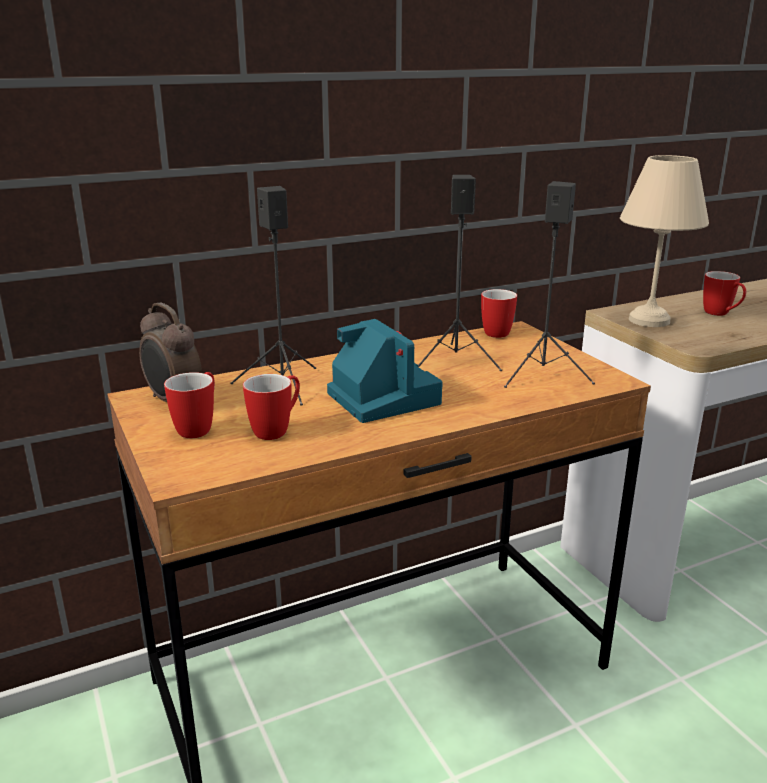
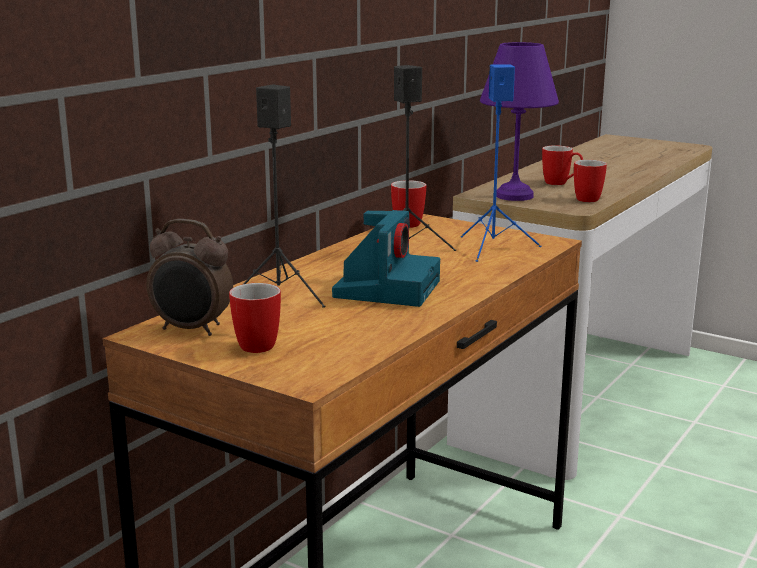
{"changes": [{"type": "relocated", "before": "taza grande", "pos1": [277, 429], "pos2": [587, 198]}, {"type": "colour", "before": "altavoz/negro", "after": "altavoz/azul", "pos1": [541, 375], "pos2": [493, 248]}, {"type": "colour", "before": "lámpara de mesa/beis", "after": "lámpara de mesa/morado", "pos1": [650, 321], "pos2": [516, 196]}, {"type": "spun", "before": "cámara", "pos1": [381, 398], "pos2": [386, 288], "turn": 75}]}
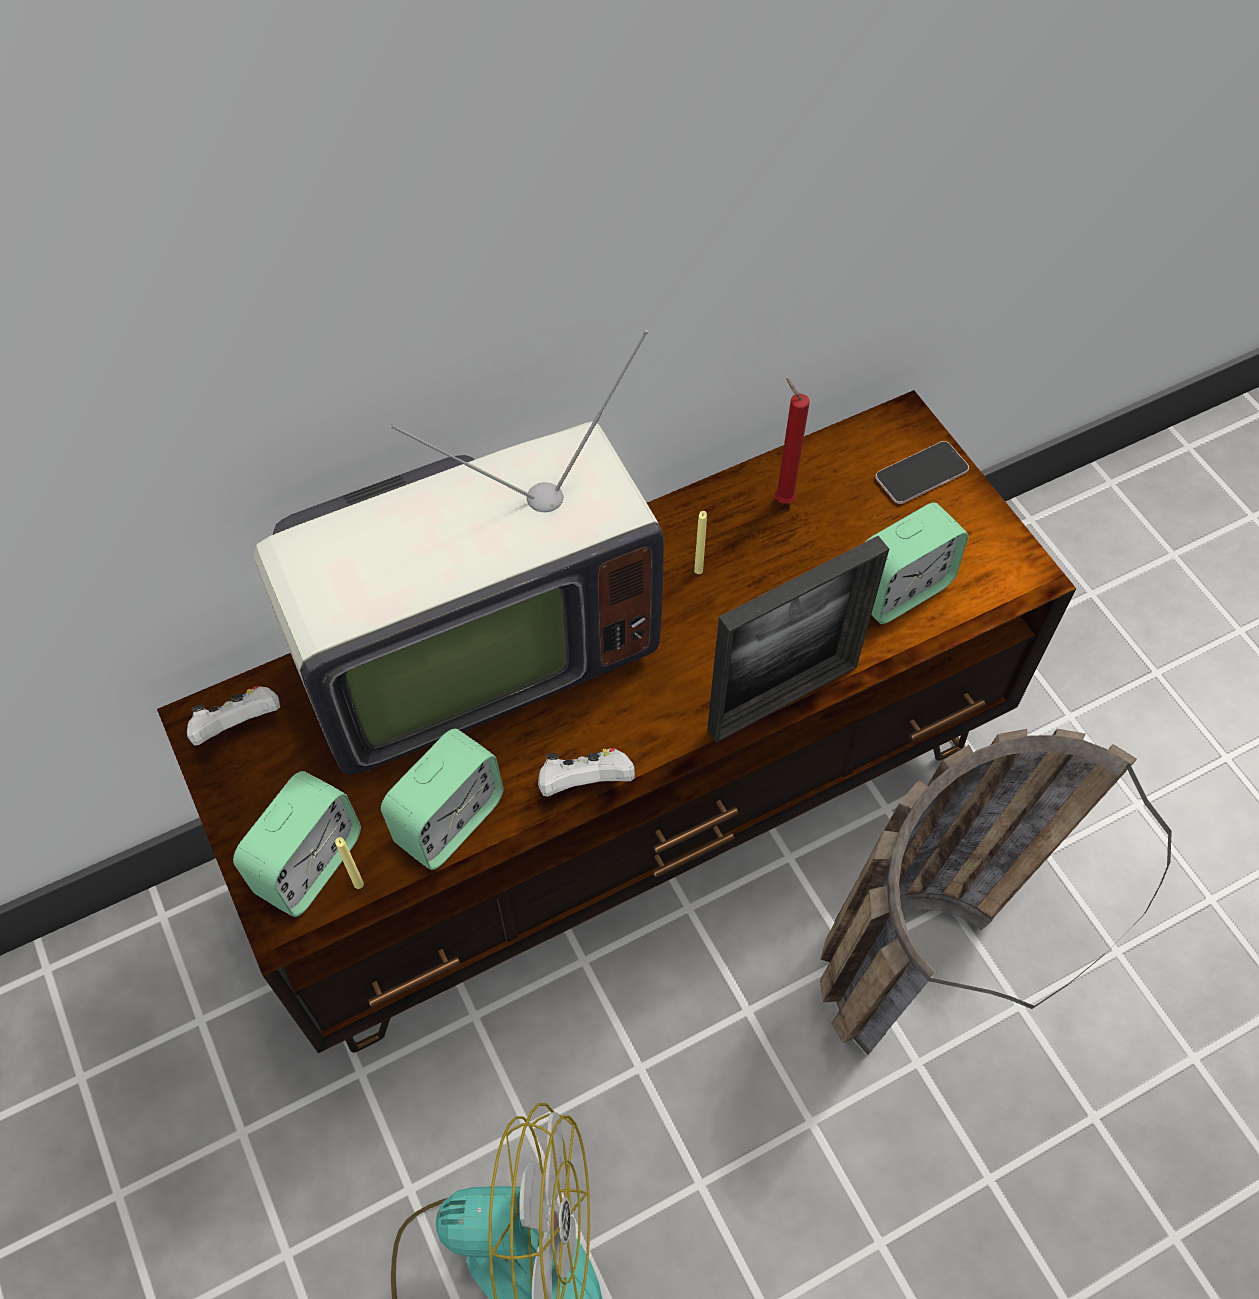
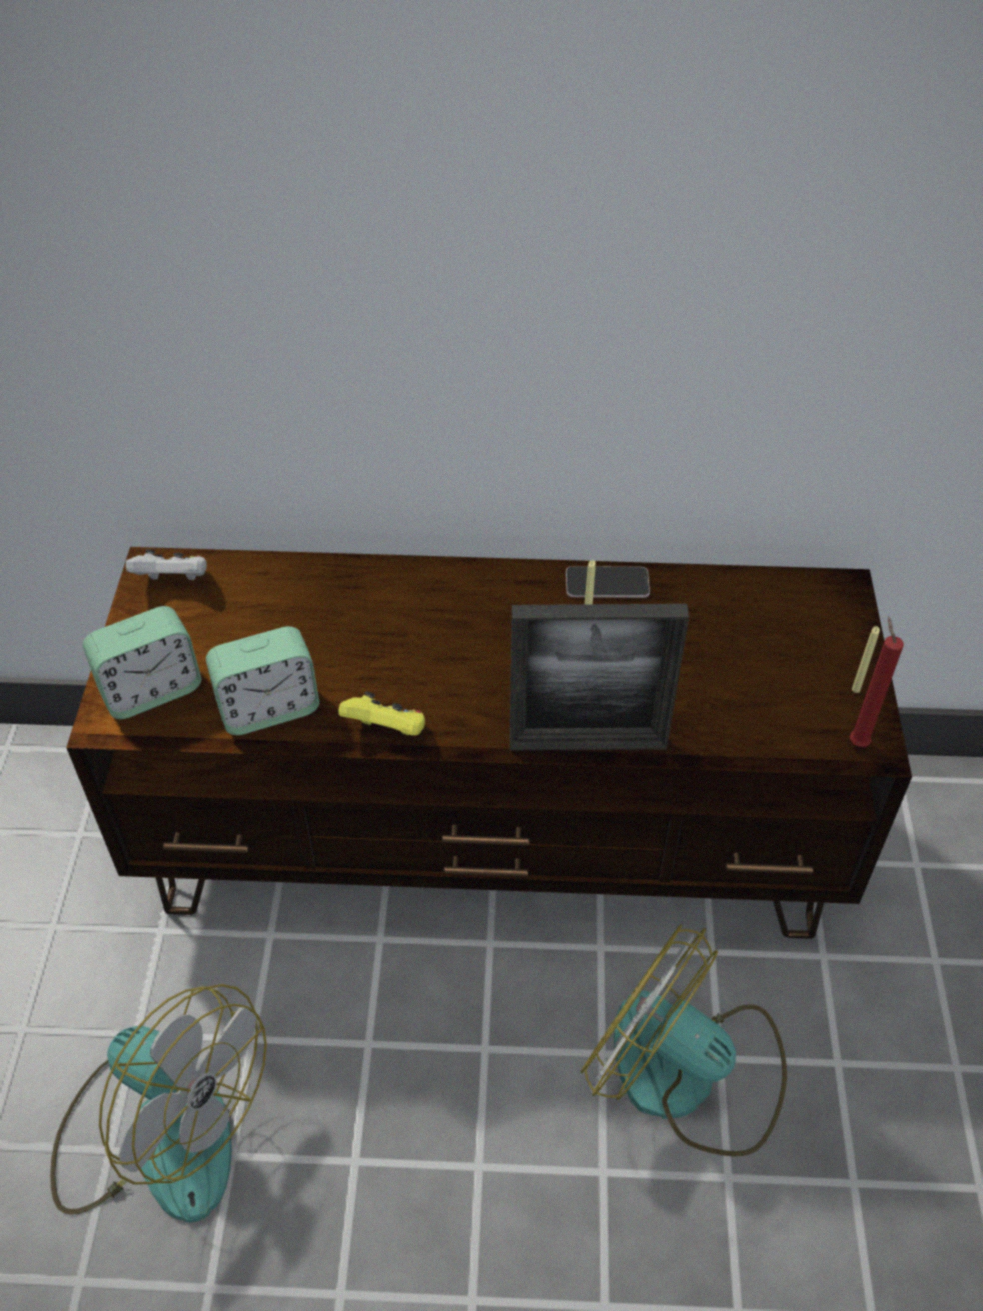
{"changes": [{"type": "missing", "before": "televisor", "pos1": [468, 654]}, {"type": "missing", "before": "despertador", "pos1": [900, 589]}, {"type": "relocated", "before": "vela/amarillo", "pos1": [358, 884], "pos2": [856, 689]}, {"type": "relocated", "before": "vela/rojo", "pos1": [781, 498], "pos2": [856, 741]}, {"type": "relocated", "before": "móvil", "pos1": [921, 473], "pos2": [607, 583]}, {"type": "exchanged", "before": "cesta", "after": "ventilador", "pos1": [933, 935], "pos2": [686, 1075]}, {"type": "colour", "before": "mando de consola/blanco", "after": "mando de consola/amarillo", "pos1": [585, 783], "pos2": [387, 730]}]}
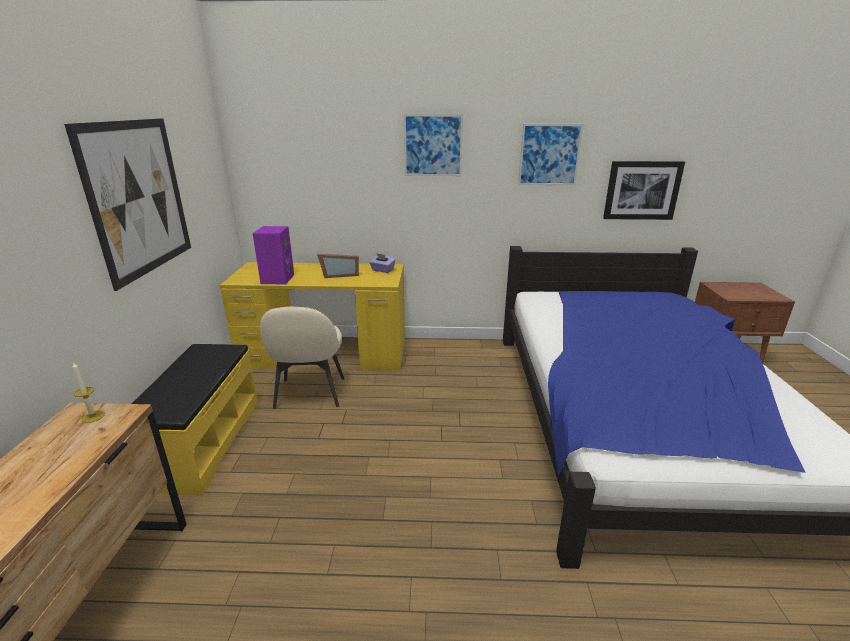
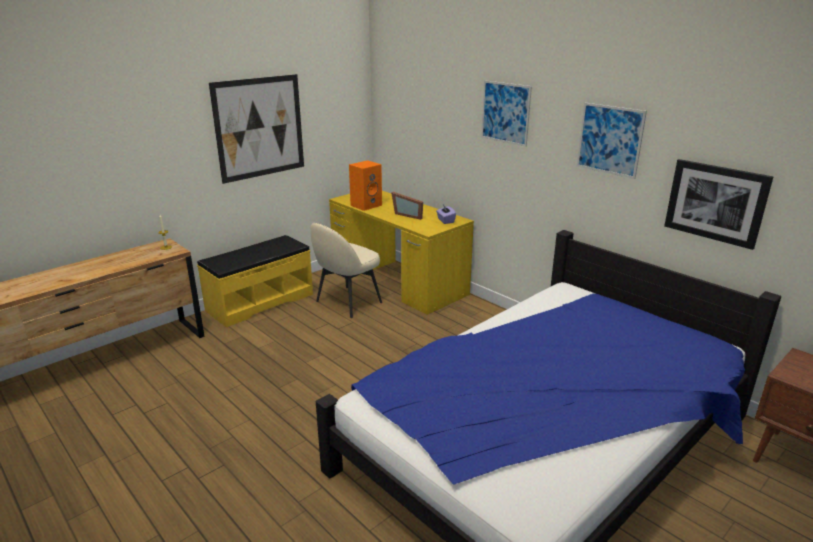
{"changes": [{"type": "colour", "before": "altavoz/morado", "after": "altavoz/naranja", "pos1": [277, 279], "pos2": [366, 205]}]}
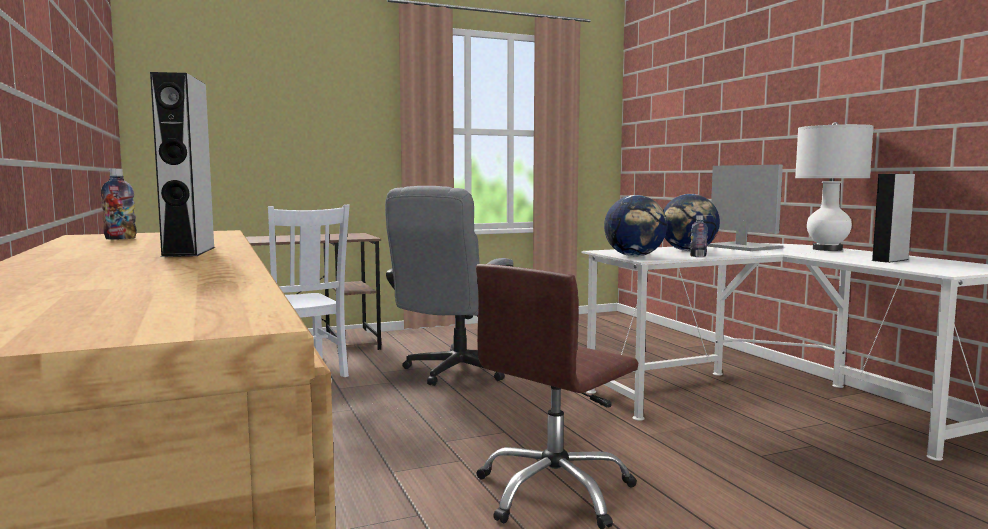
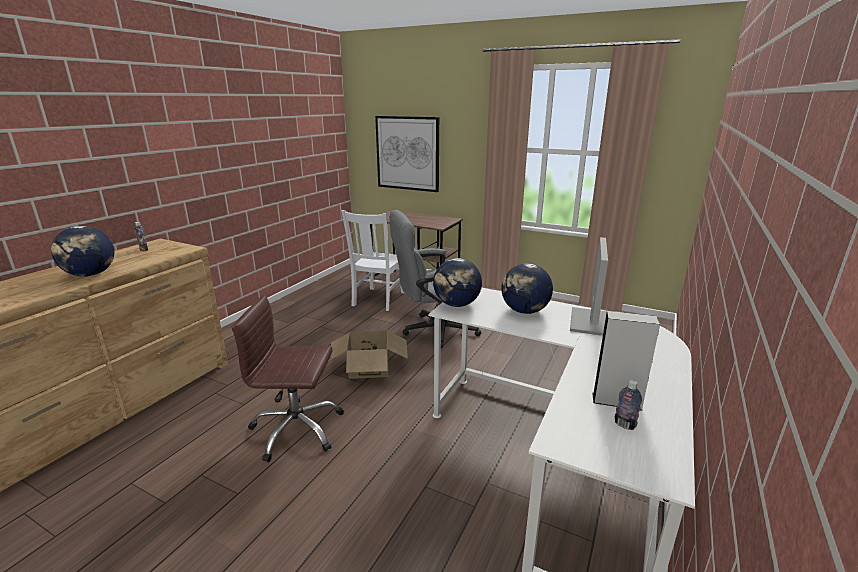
{"changes": [{"type": "missing", "before": "lámpara de mesa/blanco", "pos1": [827, 249]}, {"type": "appeared", "after": "caja de cartón", "pos2": [368, 367]}, {"type": "appeared", "after": "cuadro", "pos2": [407, 153]}, {"type": "relocated", "before": "botella", "pos1": [698, 256], "pos2": [624, 425]}, {"type": "exchanged", "before": "altavoz/gris", "after": "globo terráqueo", "pos1": [189, 252], "pos2": [90, 275]}]}
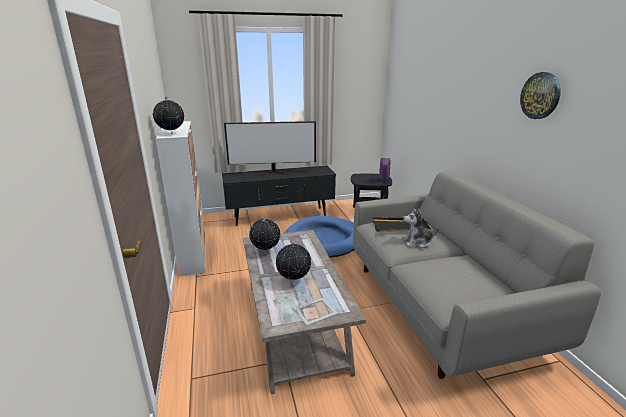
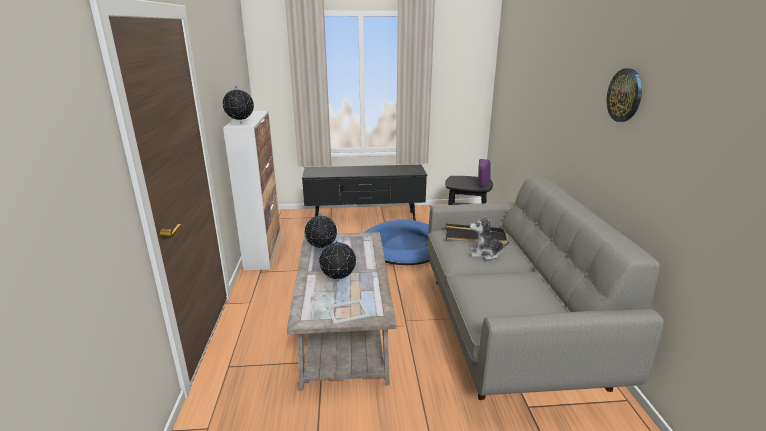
{"changes": [{"type": "missing", "before": "televisor", "pos1": [274, 172]}]}
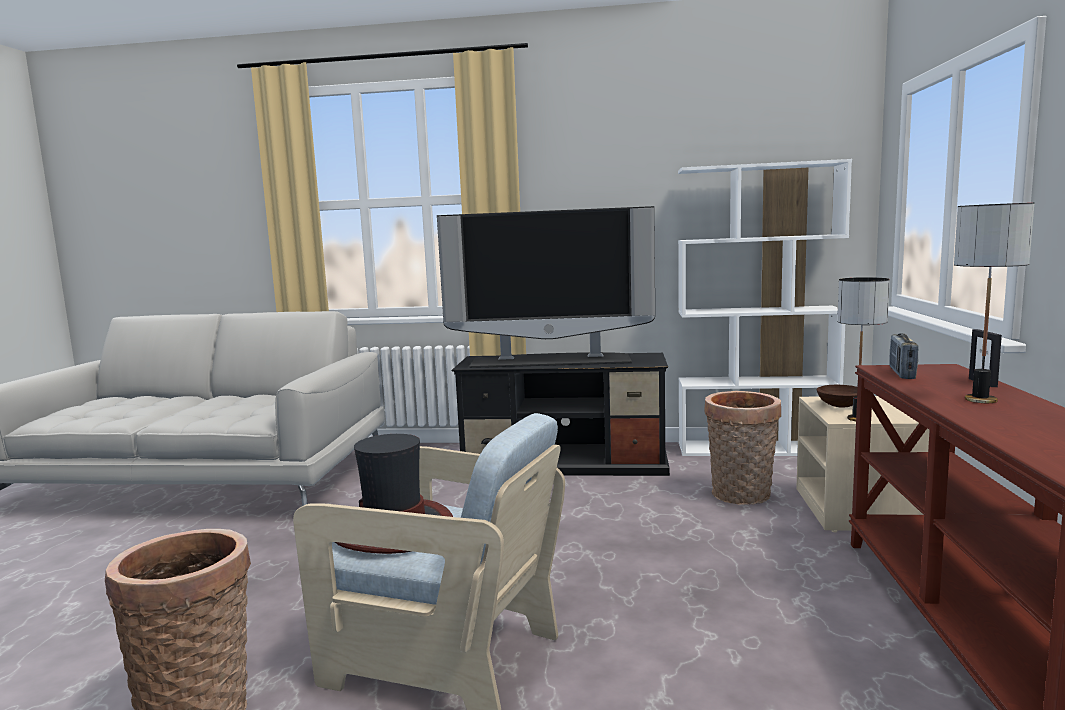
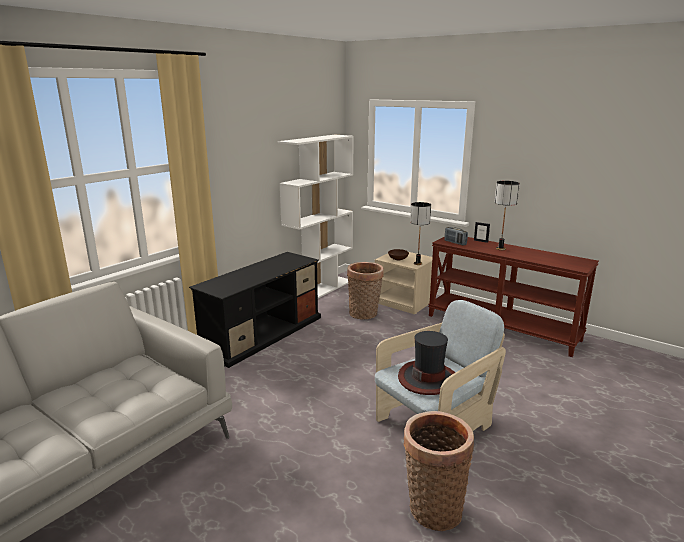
{"changes": [{"type": "missing", "before": "televisor", "pos1": [551, 360]}]}
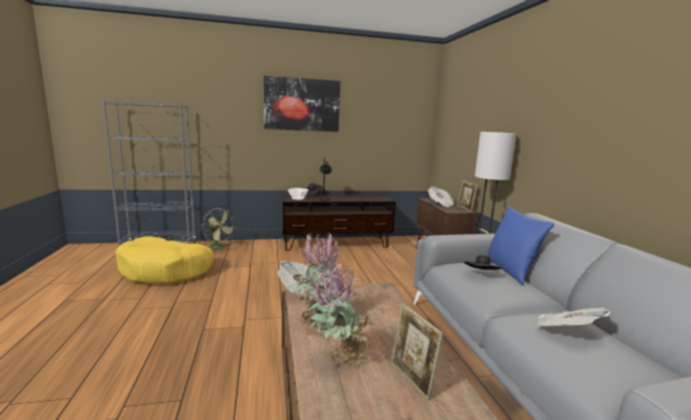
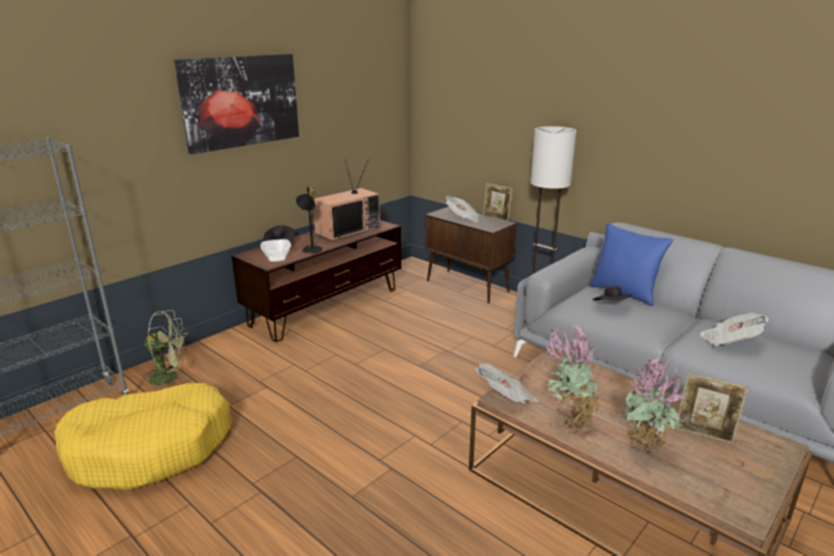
{"changes": [{"type": "appeared", "after": "televisor", "pos2": [348, 230]}]}
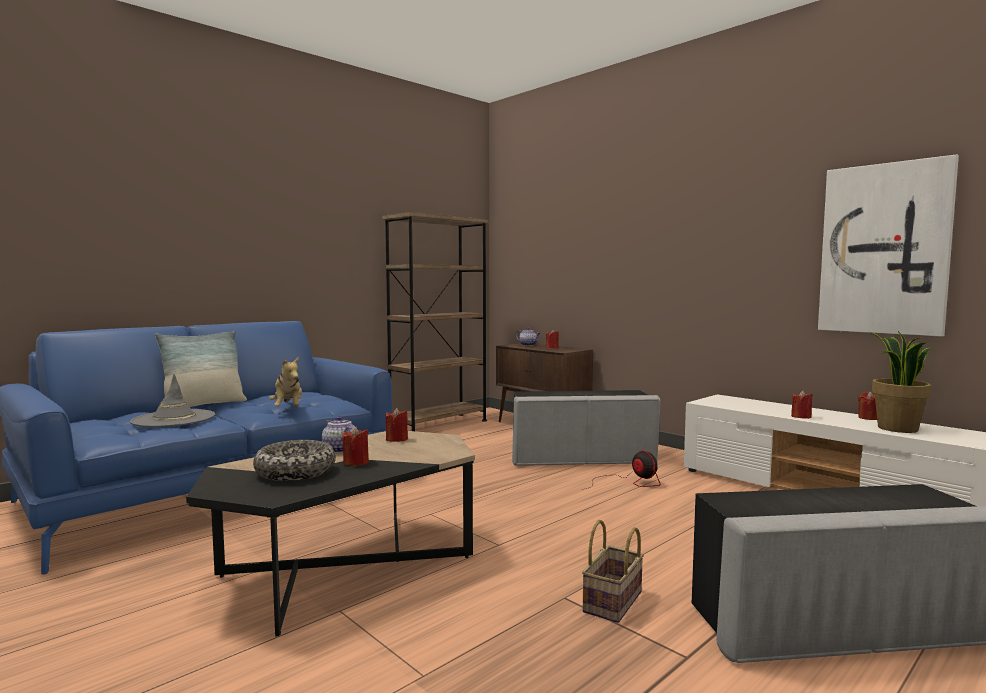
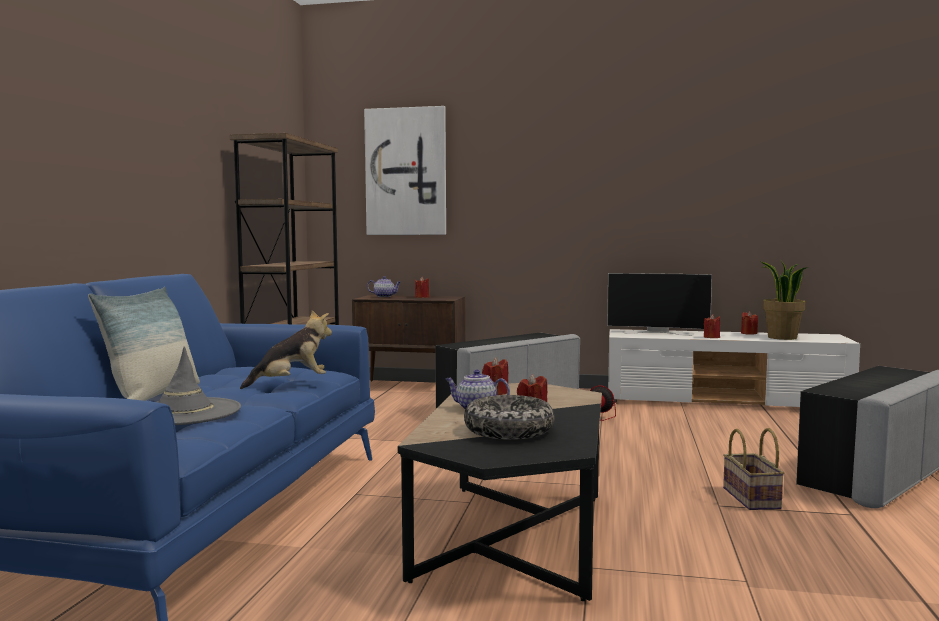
{"changes": [{"type": "appeared", "after": "televisor", "pos2": [658, 332]}, {"type": "relocated", "before": "cuadro", "pos1": [884, 249], "pos2": [406, 172]}, {"type": "spun", "before": "peluche", "pos1": [288, 409], "pos2": [291, 384], "turn": -60}]}
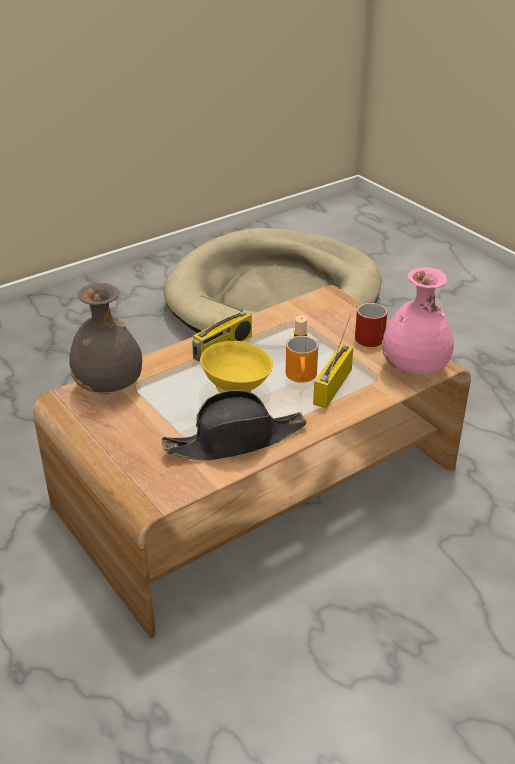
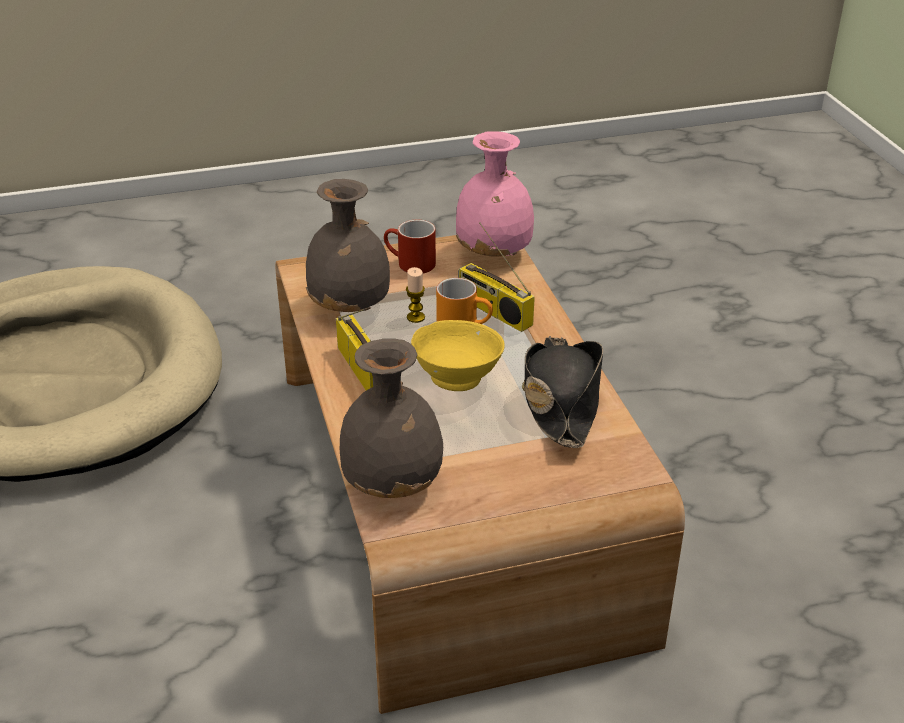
{"changes": [{"type": "appeared", "after": "florero/gris", "pos2": [351, 307]}]}
